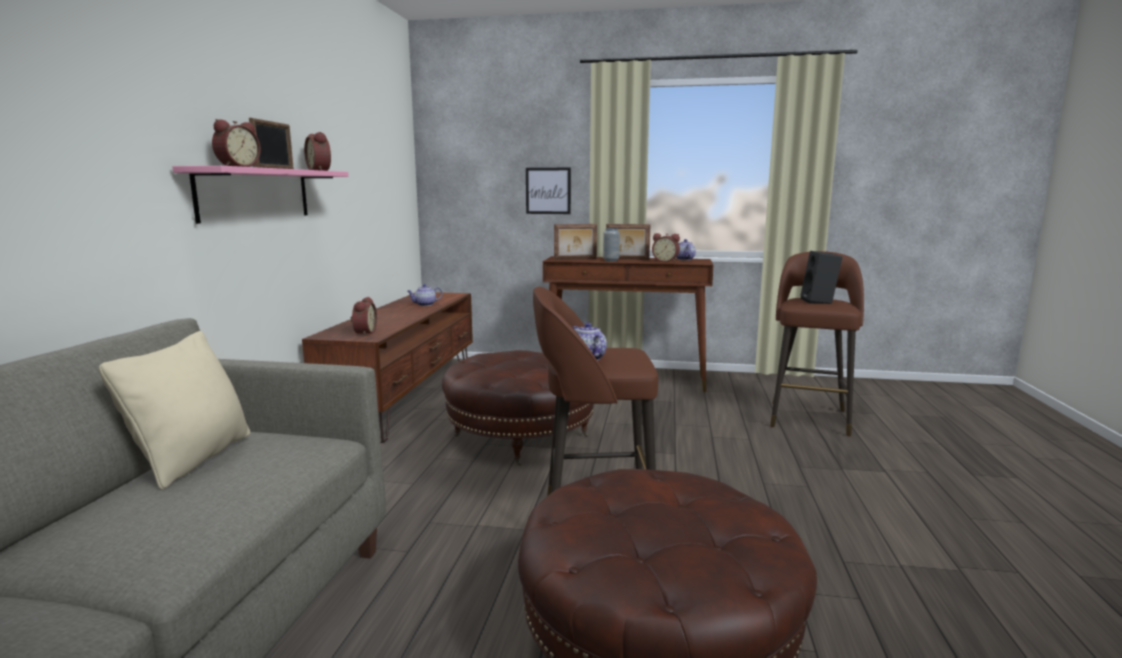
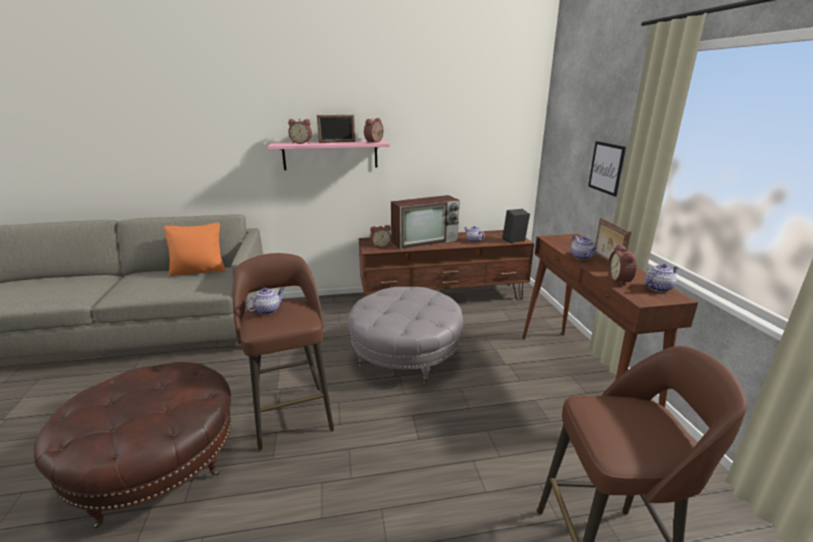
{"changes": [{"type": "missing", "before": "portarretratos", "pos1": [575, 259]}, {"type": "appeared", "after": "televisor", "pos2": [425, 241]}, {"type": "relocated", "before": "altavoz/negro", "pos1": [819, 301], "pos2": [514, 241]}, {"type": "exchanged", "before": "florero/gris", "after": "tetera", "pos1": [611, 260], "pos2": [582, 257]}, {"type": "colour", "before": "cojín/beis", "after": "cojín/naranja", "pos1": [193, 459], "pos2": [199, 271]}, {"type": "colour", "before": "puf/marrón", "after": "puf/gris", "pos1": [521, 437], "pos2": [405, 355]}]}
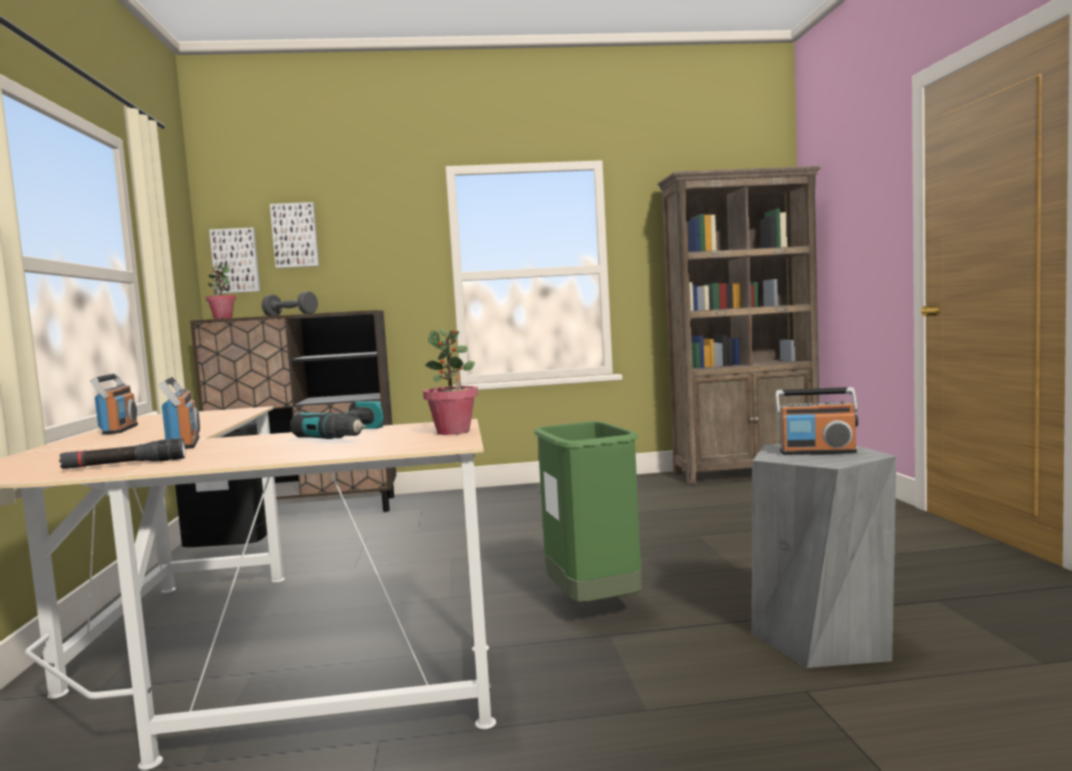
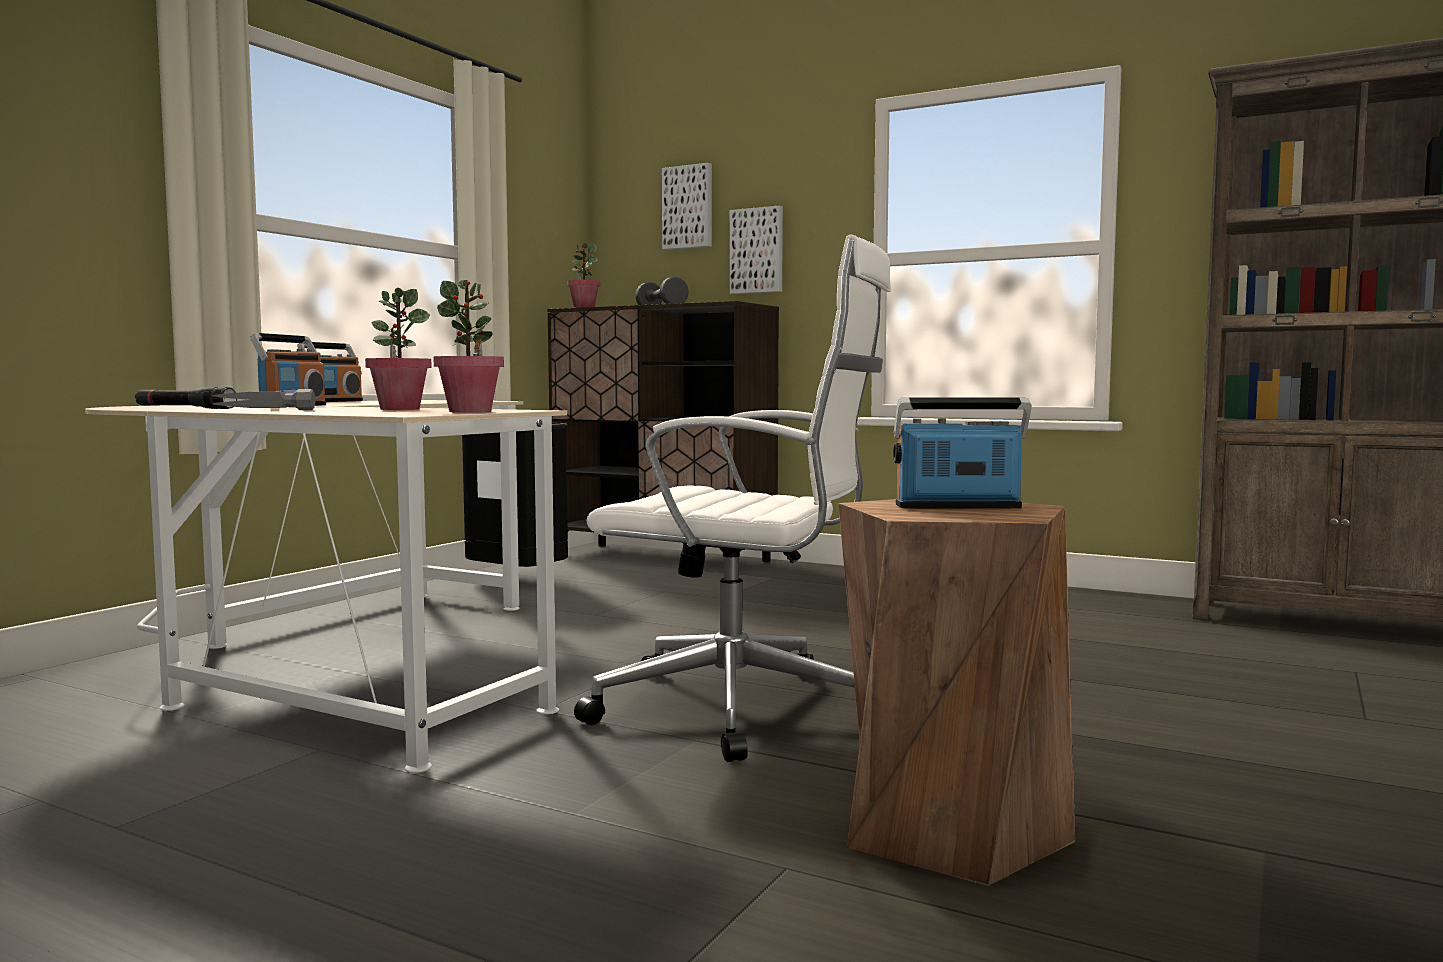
{"changes": [{"type": "appeared", "after": "martillo", "pos2": [277, 408]}, {"type": "relocated", "before": "cuadro", "pos1": [236, 261], "pos2": [757, 251]}, {"type": "exchanged", "before": "taladro", "after": "planta en maceta", "pos1": [350, 435], "pos2": [399, 409]}, {"type": "exchanged", "before": "papelera/verde", "after": "silla de oficina/blanco", "pos1": [593, 606], "pos2": [742, 709]}, {"type": "colour", "before": "taburete/gris", "after": "taburete/marrón", "pos1": [822, 638], "pos2": [950, 828]}, {"type": "spun", "before": "radio", "pos1": [817, 452], "pos2": [958, 507], "turn": 135}]}
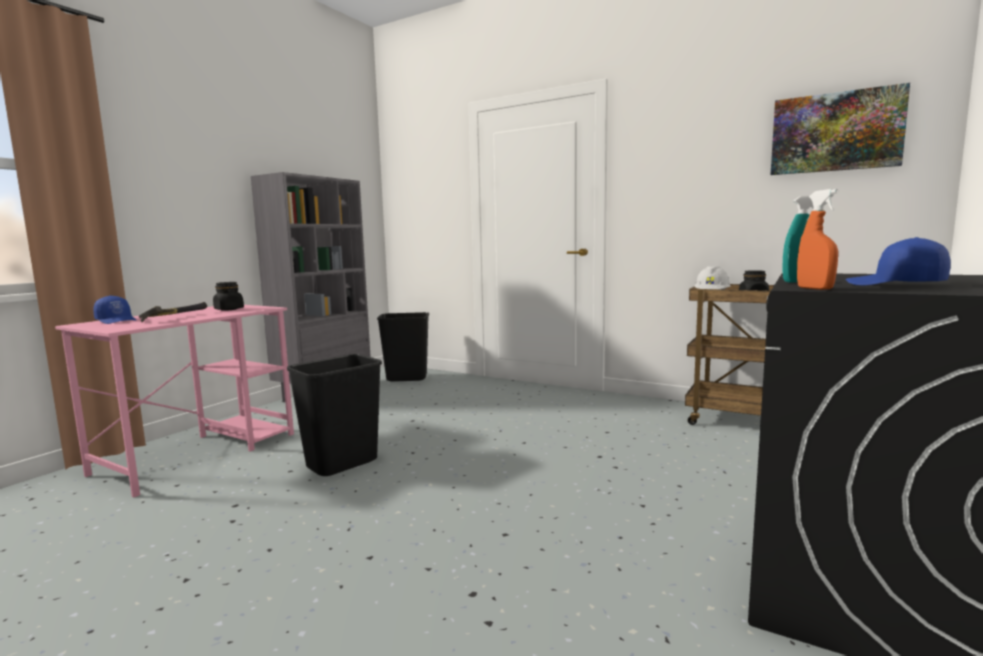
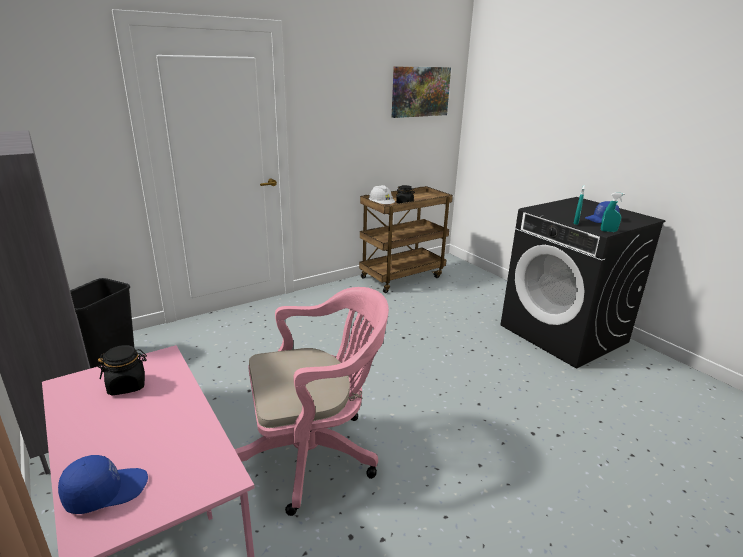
{"changes": [{"type": "missing", "before": "martillo", "pos1": [173, 318]}, {"type": "exchanged", "before": "papelera/negro", "after": "silla de oficina/rosa", "pos1": [342, 464], "pos2": [315, 453]}, {"type": "colour", "before": "pulverizador/naranja", "after": "pulverizador/turquesa", "pos1": [814, 288], "pos2": [608, 231]}]}
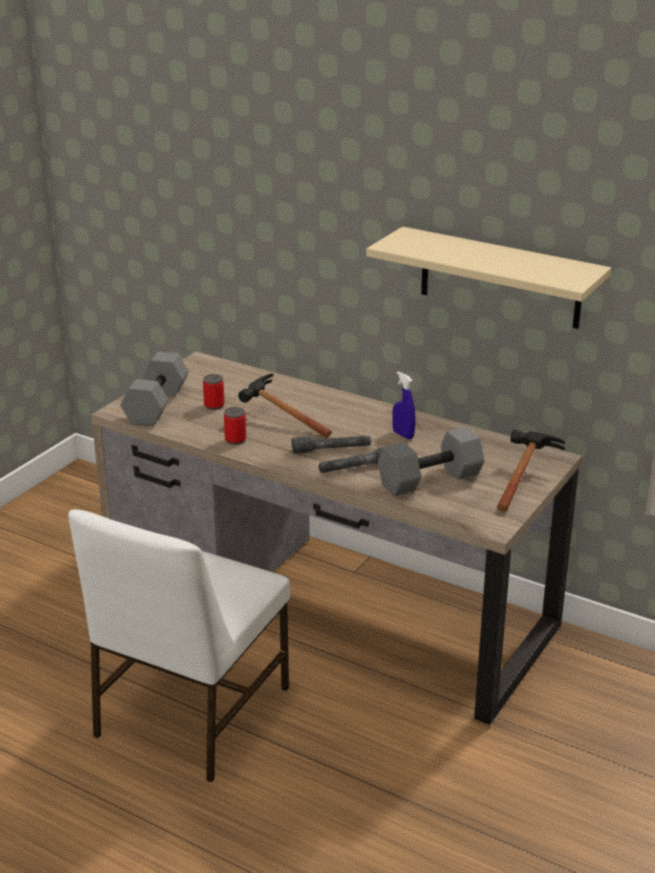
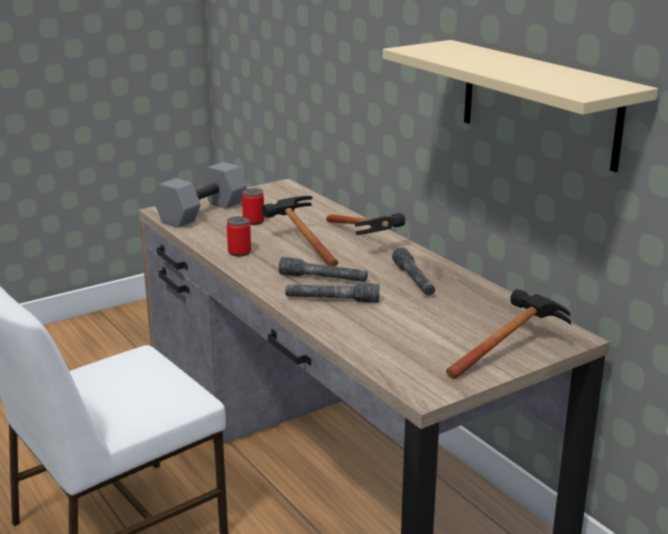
{"changes": [{"type": "missing", "before": "mancuerna/gris", "pos1": [430, 481]}, {"type": "appeared", "after": "martillo", "pos2": [365, 242]}, {"type": "exchanged", "before": "pulverizador/azul", "after": "linterna/gris", "pos1": [403, 435], "pos2": [414, 280]}]}
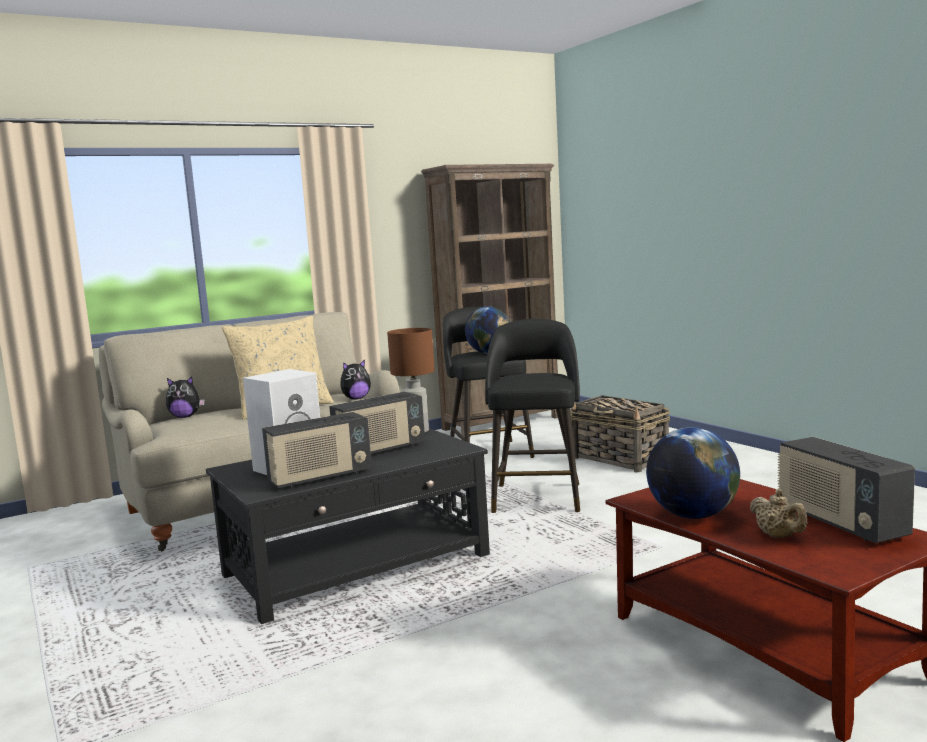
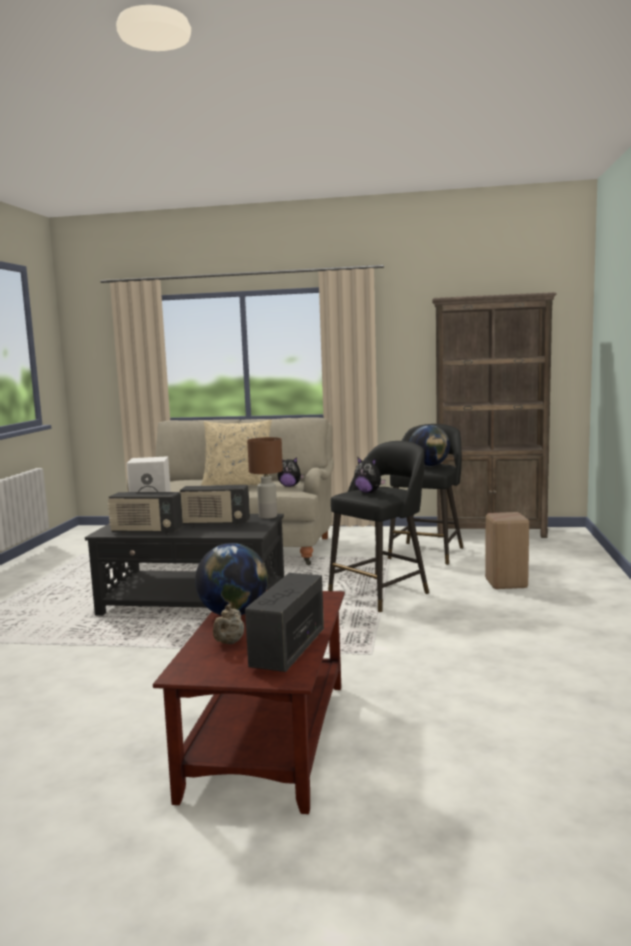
{"changes": [{"type": "relocated", "before": "peluche", "pos1": [185, 417], "pos2": [368, 492]}, {"type": "exchanged", "before": "cesta", "after": "taburete/beis", "pos1": [620, 459], "pos2": [507, 584]}]}
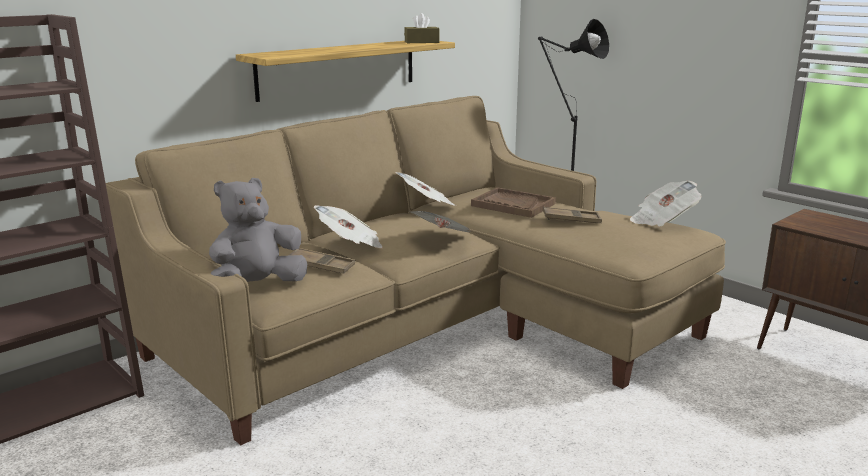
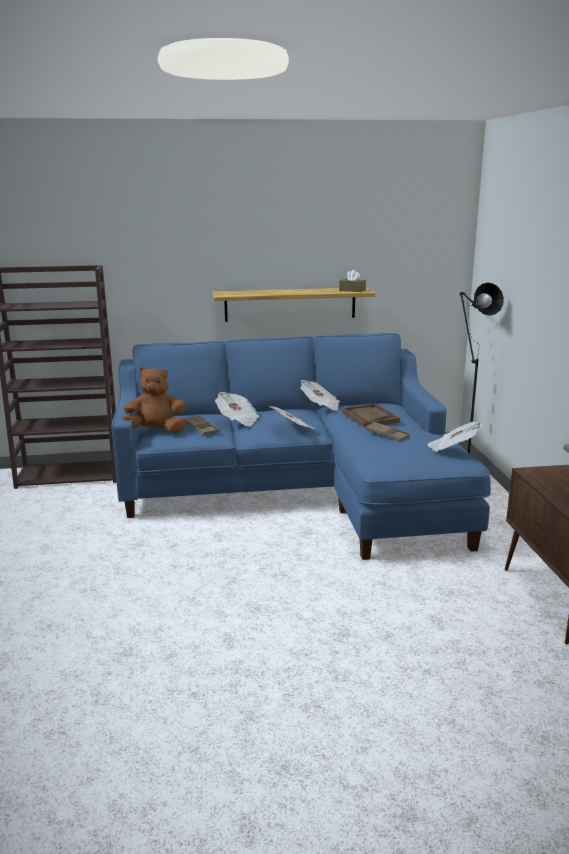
{"changes": [{"type": "colour", "before": "sofá/beis", "after": "sofá/azul", "pos1": [429, 326], "pos2": [300, 490]}, {"type": "colour", "before": "peluche/gris", "after": "peluche/marrón", "pos1": [257, 287], "pos2": [155, 431]}]}
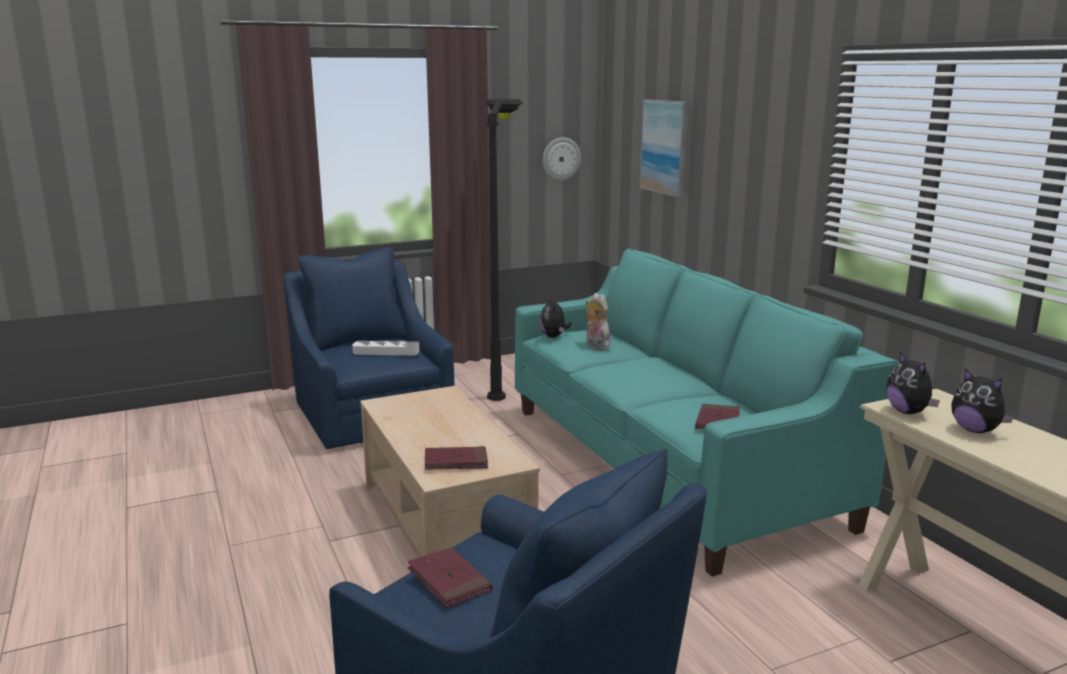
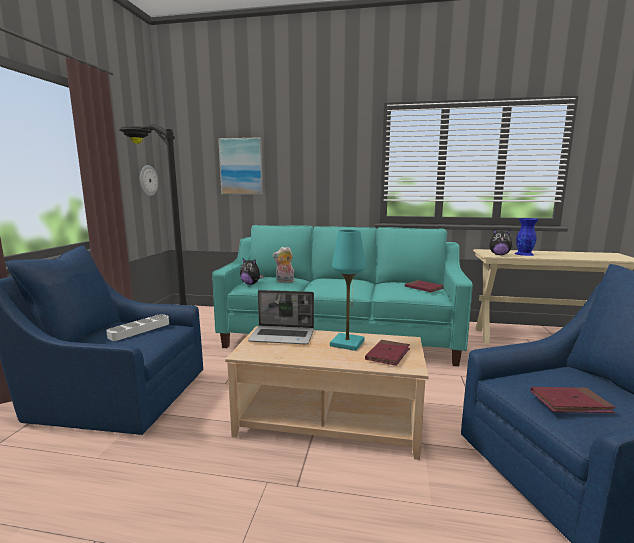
{"changes": [{"type": "appeared", "after": "portátil", "pos2": [283, 336]}, {"type": "appeared", "after": "lámpara de mesa/turquesa", "pos2": [347, 343]}, {"type": "exchanged", "before": "peluche", "after": "florero/azul", "pos1": [975, 430], "pos2": [524, 254]}]}
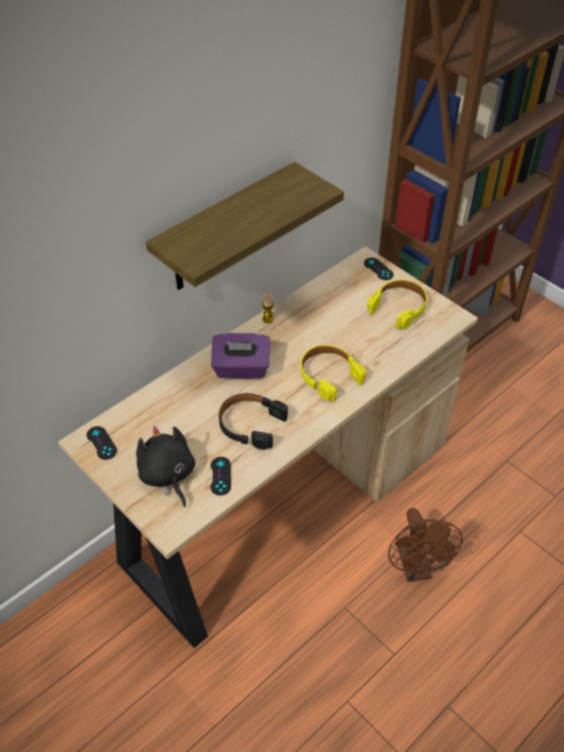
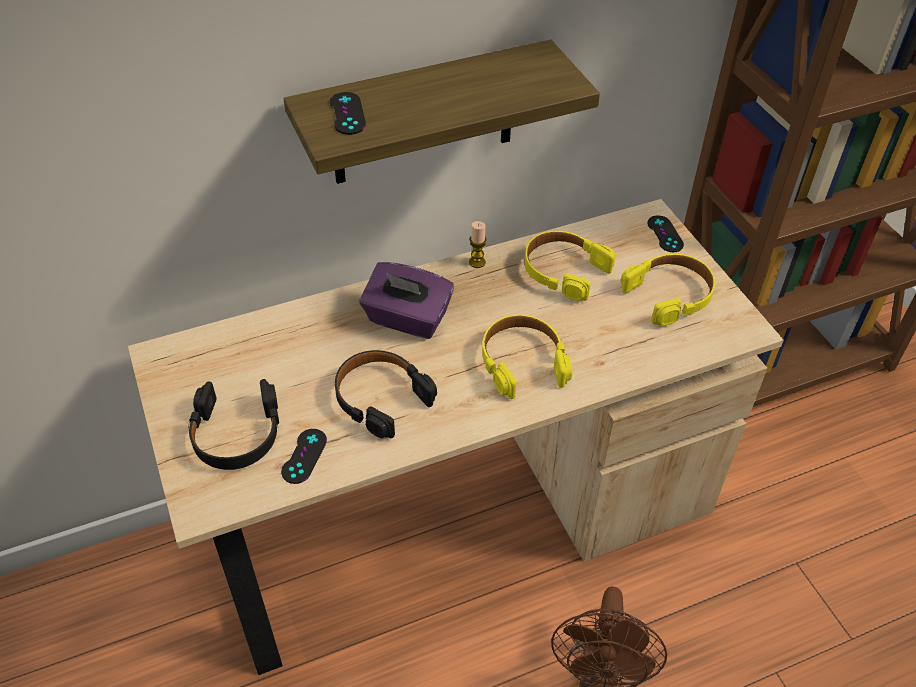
{"changes": [{"type": "appeared", "after": "auriculares/amarillo", "pos2": [564, 271]}, {"type": "relocated", "before": "mando de consola/negro", "pos1": [101, 443], "pos2": [347, 114]}, {"type": "exchanged", "before": "peluche/negro", "after": "auriculares/negro", "pos1": [167, 476], "pos2": [236, 434]}]}
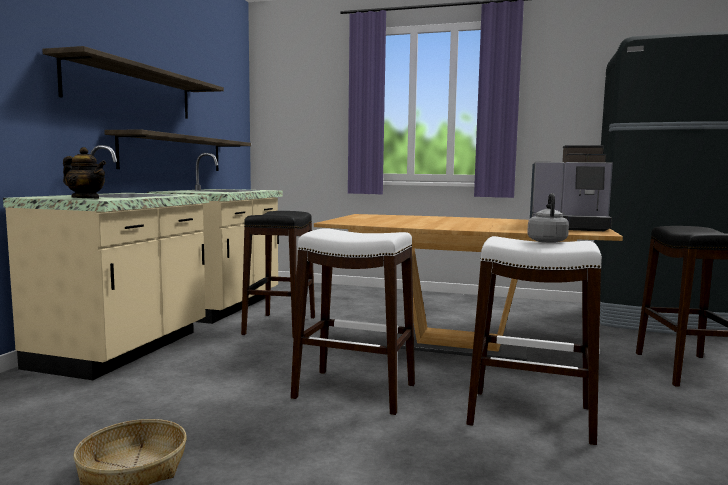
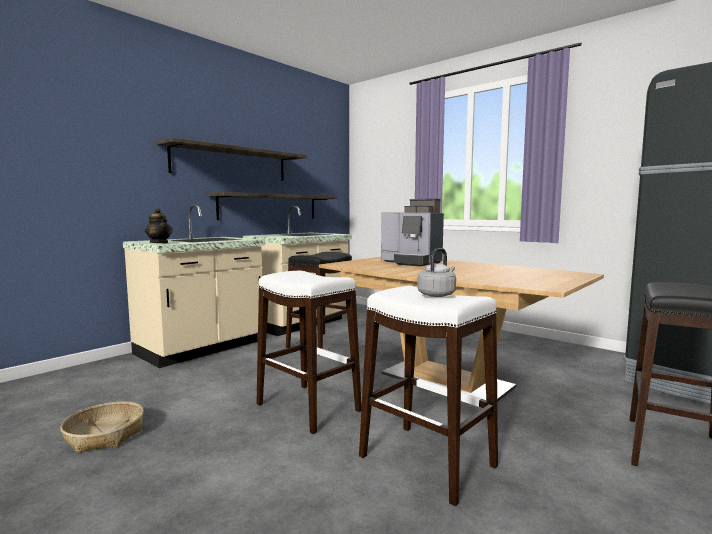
{"changes": [{"type": "relocated", "before": "cafetera", "pos1": [570, 227], "pos2": [411, 262]}]}
